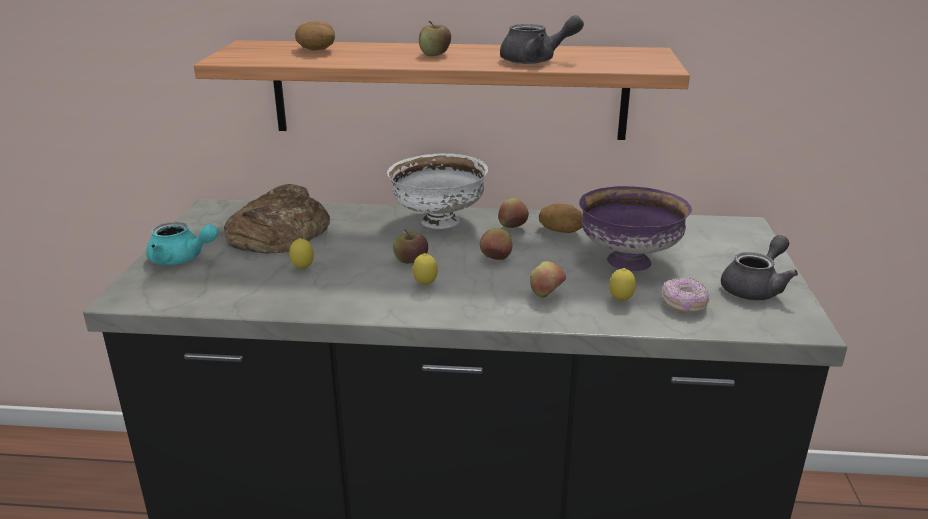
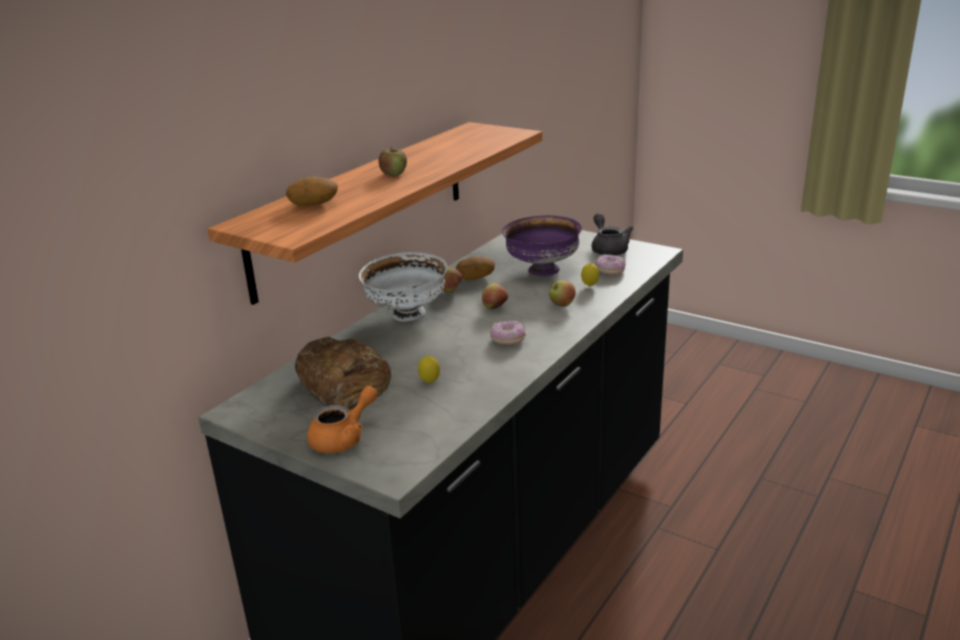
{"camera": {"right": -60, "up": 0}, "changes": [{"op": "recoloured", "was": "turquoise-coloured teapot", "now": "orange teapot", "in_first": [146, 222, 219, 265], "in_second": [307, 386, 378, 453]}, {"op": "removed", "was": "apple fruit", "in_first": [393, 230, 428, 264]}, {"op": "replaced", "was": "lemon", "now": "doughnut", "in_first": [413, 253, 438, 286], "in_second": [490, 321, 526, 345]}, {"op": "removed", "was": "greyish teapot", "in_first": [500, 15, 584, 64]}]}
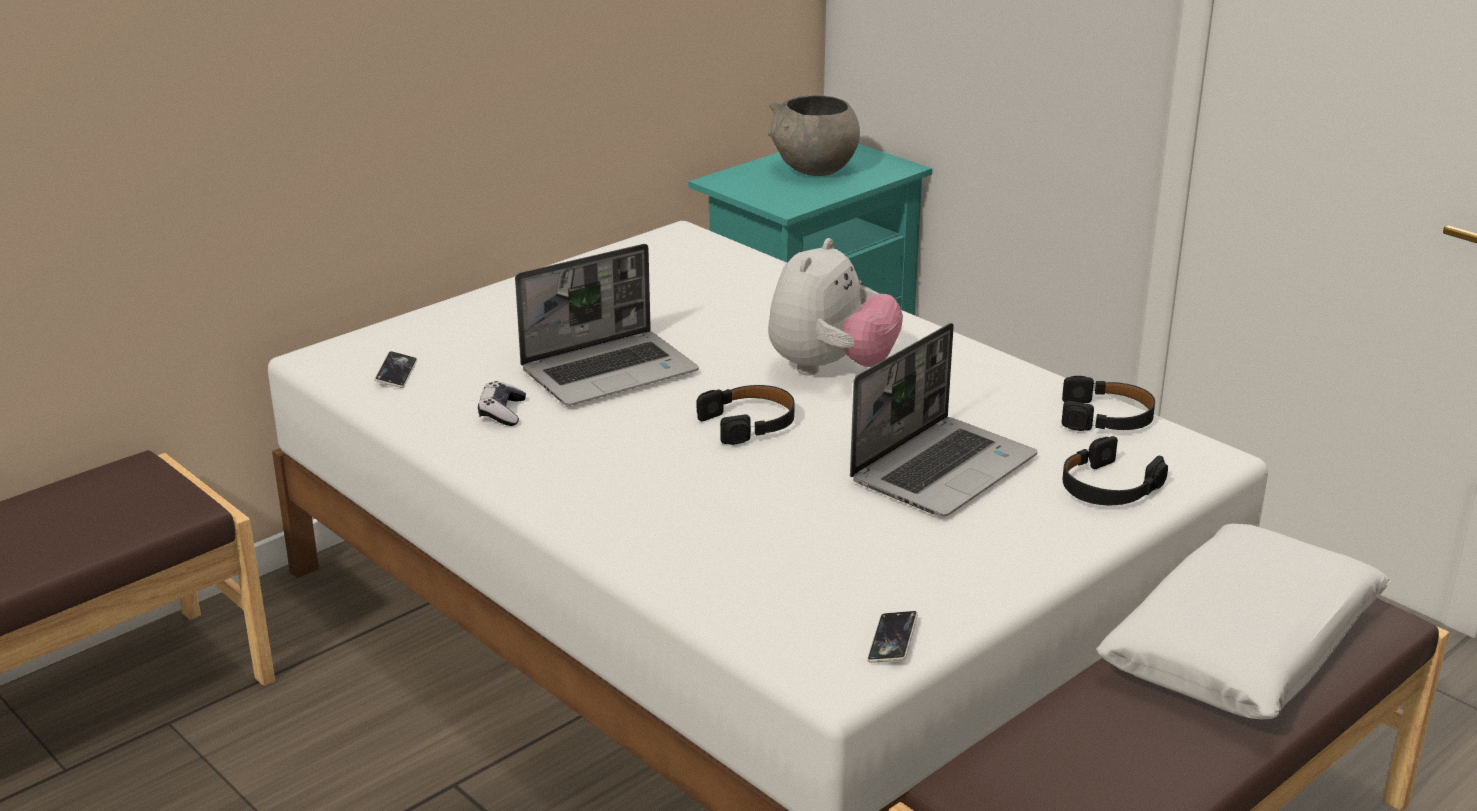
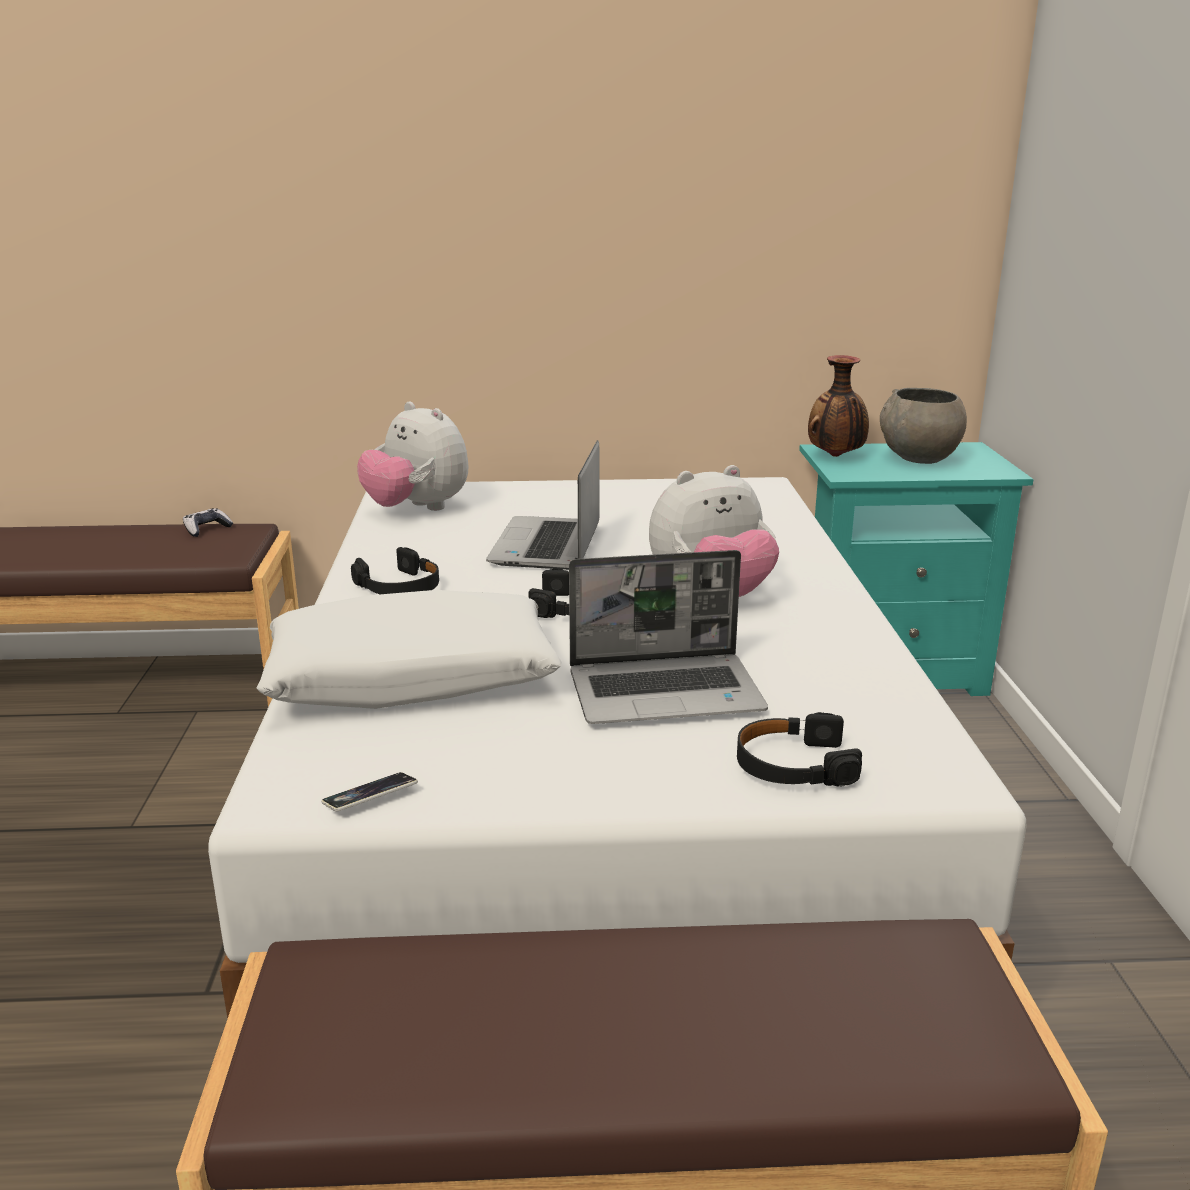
{"camera": {"right": 40, "up": -5}, "changes": [{"op": "replaced", "was": "phone", "now": "soft toy", "in_first": [375, 351, 417, 388], "in_second": [357, 401, 468, 511]}, {"op": "moved", "was": "game controller", "in_first": [478, 381, 526, 426], "in_second": [183, 508, 233, 537]}, {"op": "turned", "was": "portable computer", "in_first": [515, 244, 699, 406], "in_second": [486, 440, 599, 570], "clockwise": 90}, {"op": "moved", "was": "blackish headphones", "in_first": [1062, 376, 1155, 431], "in_second": [351, 547, 439, 594]}, {"op": "moved", "was": "white-coloured pillow", "in_first": [1096, 524, 1391, 719], "in_second": [256, 590, 562, 709]}, {"op": "added", "now": "decorative vase", "in_second": [808, 355, 869, 457]}]}
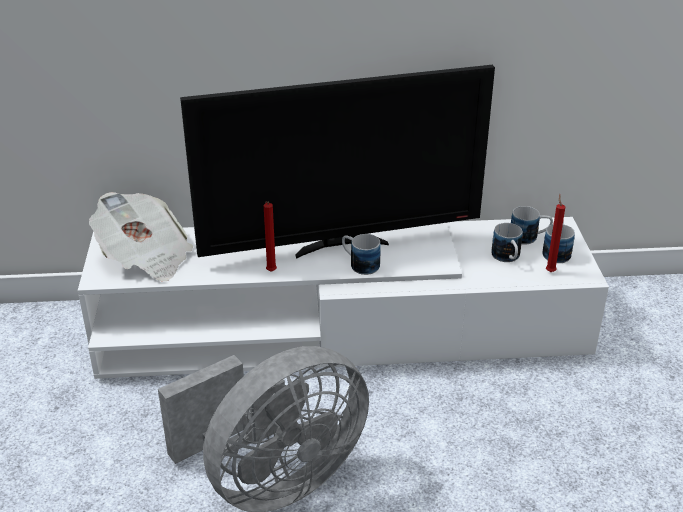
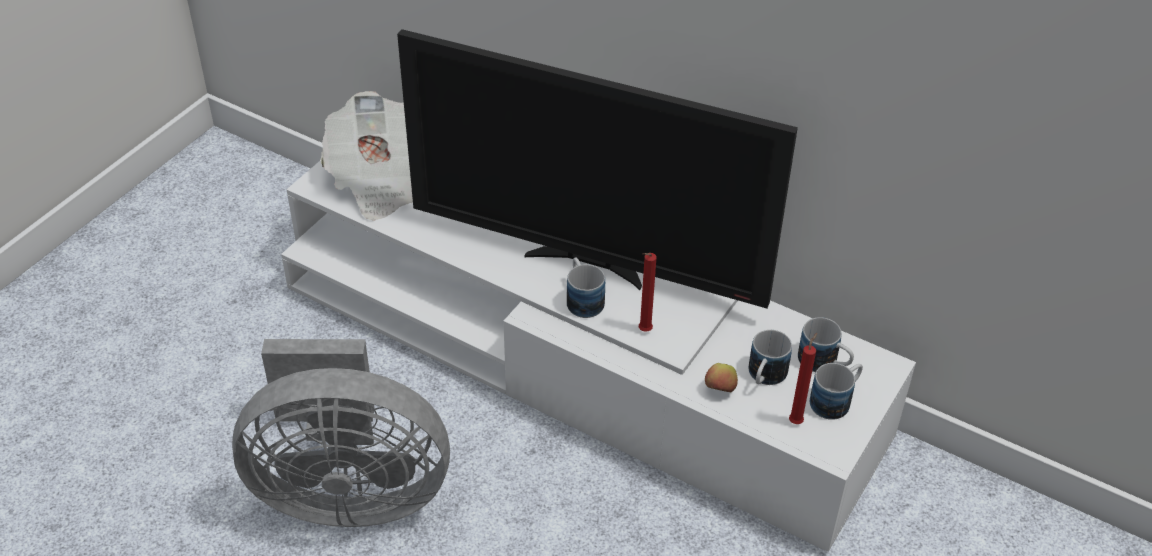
{"camera": {"right": 35, "up": 10}, "changes": [{"op": "moved", "was": "red wax candle", "in_first": [264, 202, 277, 272], "in_second": [639, 253, 657, 332]}, {"op": "added", "now": "apple fruit", "in_second": [705, 363, 738, 392]}]}
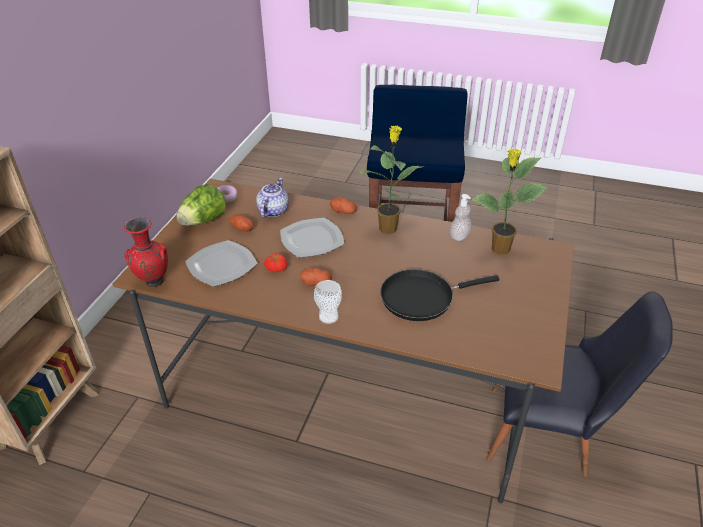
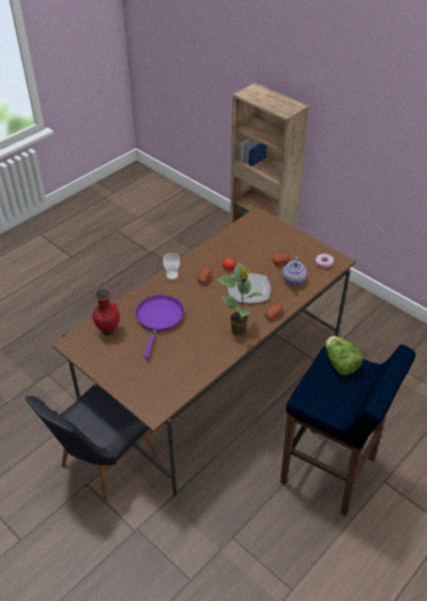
{"camera": {"right": 115, "up": 5}, "changes": [{"op": "moved", "was": "red decorative vase", "in_first": [124, 217, 168, 287], "in_second": [92, 288, 120, 336]}, {"op": "moved", "was": "lettuce", "in_first": [176, 184, 226, 226], "in_second": [325, 336, 363, 375]}, {"op": "removed", "was": "plate", "in_first": [185, 240, 257, 287]}, {"op": "turned", "was": "teapot", "in_first": [256, 178, 289, 218], "in_second": [283, 256, 307, 287], "clockwise": 60}, {"op": "recoloured", "was": "blackish frying pan", "now": "purplish frying pan", "in_first": [380, 269, 499, 321], "in_second": [136, 295, 184, 359]}, {"op": "removed", "was": "soap dispenser", "in_first": [450, 194, 472, 241]}, {"op": "removed", "was": "potted plant", "in_first": [471, 148, 548, 255]}]}
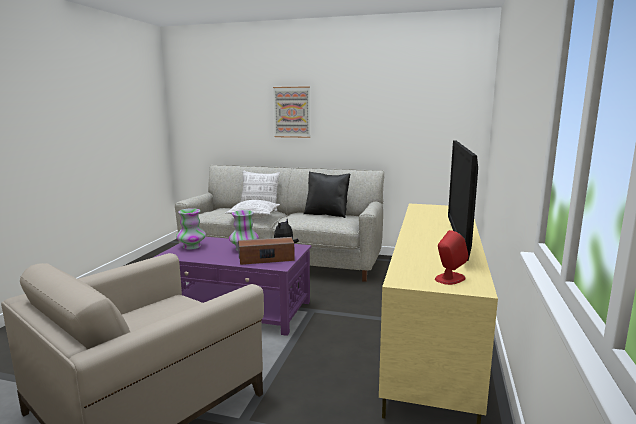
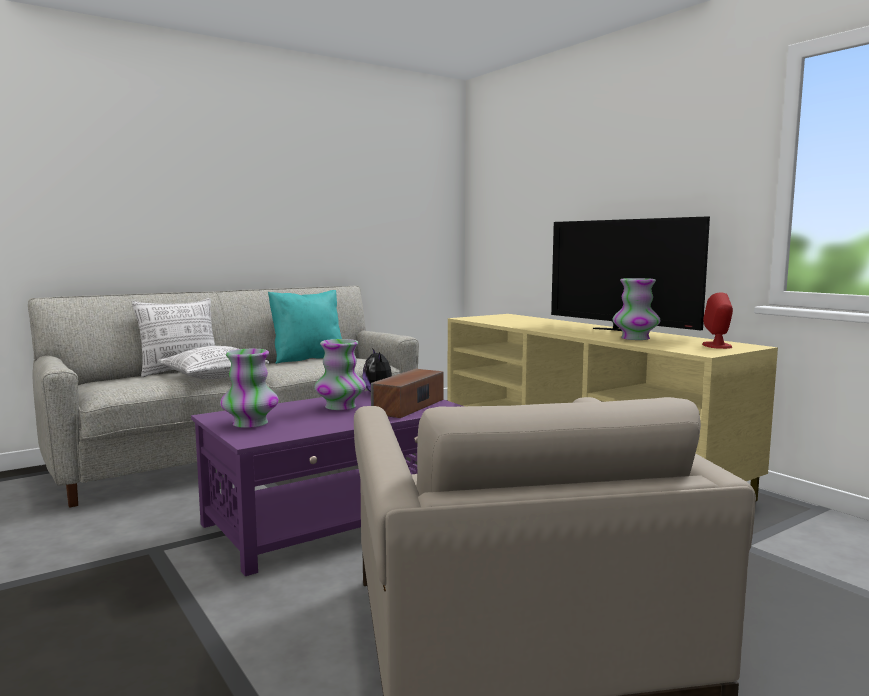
{"camera": {"right": -50, "up": -5}, "changes": [{"op": "removed", "was": "picture", "in_first": [273, 86, 310, 138]}, {"op": "recoloured", "was": "blackish pillow", "now": "turquoise-coloured pillow", "in_first": [304, 171, 350, 218], "in_second": [268, 290, 342, 364]}, {"op": "added", "now": "decorative vase", "in_second": [612, 278, 661, 340]}]}
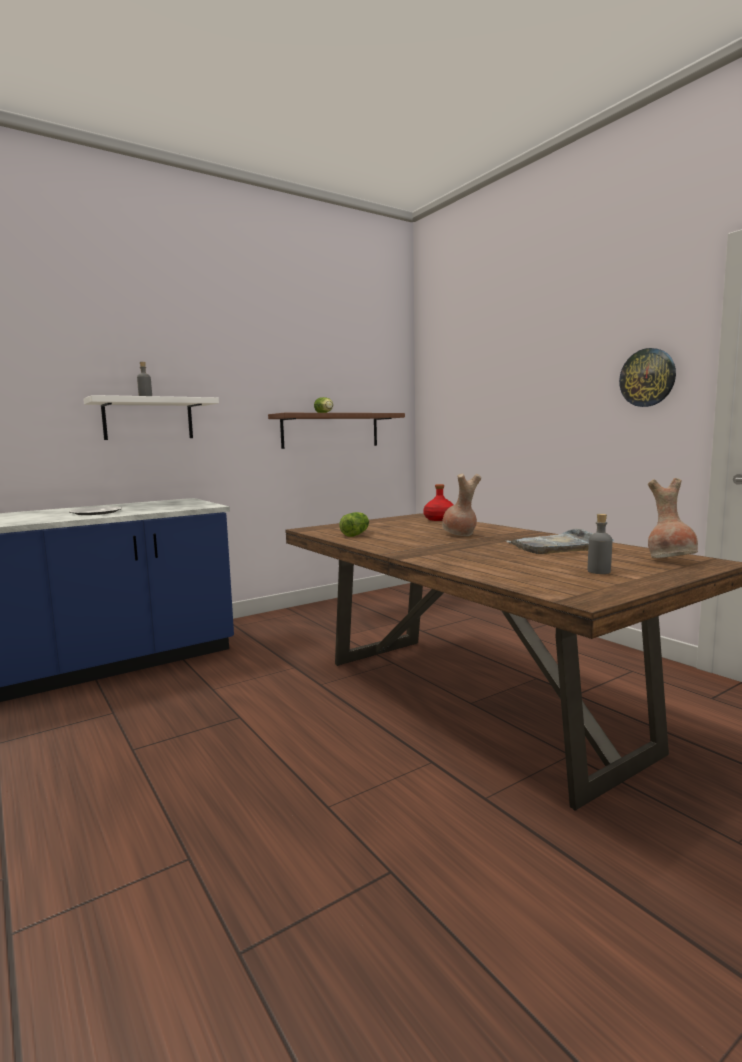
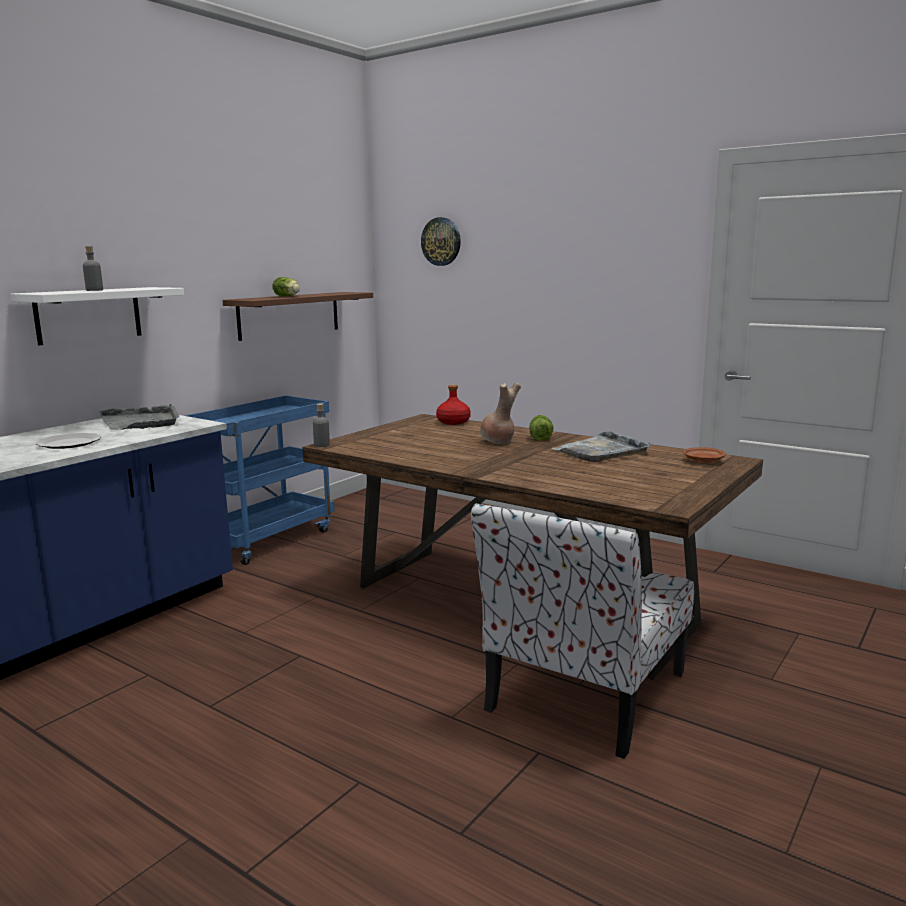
{"camera": {"right": -20, "up": 5}, "changes": [{"op": "moved", "was": "lettuce", "in_first": [339, 512, 369, 537], "in_second": [529, 415, 553, 441]}, {"op": "moved", "was": "greyish beverage bottle", "in_first": [588, 514, 612, 574], "in_second": [313, 404, 330, 447]}, {"op": "moved", "was": "hanging clock", "in_first": [619, 348, 676, 407], "in_second": [421, 217, 461, 266]}, {"op": "replaced", "was": "brown-coloured decorative vase", "now": "brown-coloured plate", "in_first": [648, 478, 698, 558], "in_second": [683, 447, 726, 463]}, {"op": "added", "now": "greyish serving tray", "in_second": [100, 404, 180, 430]}, {"op": "added", "now": "bluish trolley", "in_second": [186, 396, 335, 565]}, {"op": "added", "now": "plain chair", "in_second": [471, 503, 694, 759]}]}
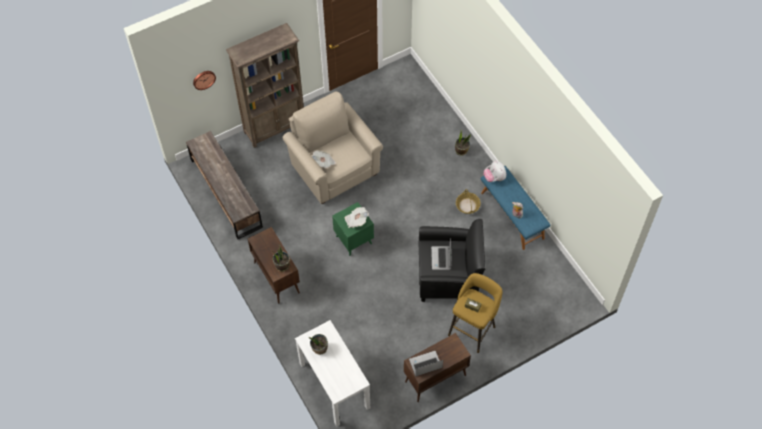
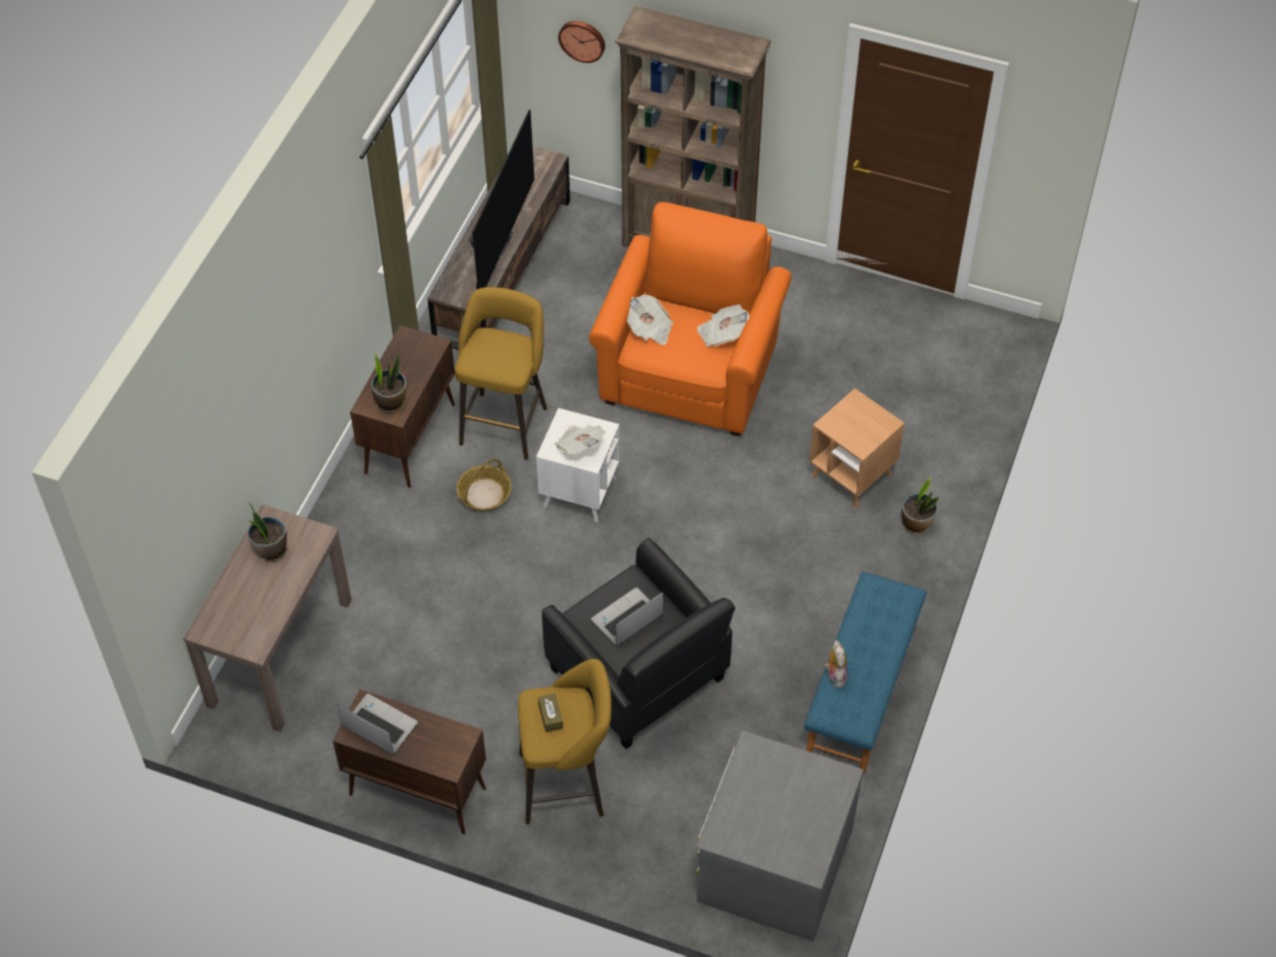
{"camera": {"right": 50, "up": -5}, "changes": [{"op": "recoloured", "was": "beige easy chair", "now": "orange easy chair", "in_first": [283, 91, 383, 204], "in_second": [589, 202, 791, 436]}, {"op": "recoloured", "was": "white-coloured console table", "now": "brown-coloured console table", "in_first": [295, 320, 370, 427], "in_second": [183, 504, 352, 732]}, {"op": "recoloured", "was": "green accent table", "now": "white-coloured accent table", "in_first": [332, 202, 374, 256], "in_second": [536, 408, 620, 522]}, {"op": "moved", "was": "household basket", "in_first": [456, 189, 481, 214], "in_second": [456, 459, 512, 511]}, {"op": "removed", "was": "soft toy", "in_first": [484, 161, 506, 182]}, {"op": "added", "now": "yellow sitting stool", "in_second": [455, 287, 547, 460]}, {"op": "added", "now": "TV set", "in_second": [469, 109, 534, 289]}, {"op": "added", "now": "greyish drawer chest", "in_second": [696, 730, 863, 942]}, {"op": "added", "now": "printed paper", "in_second": [697, 304, 749, 347]}, {"op": "added", "now": "brown-coloured accent table", "in_second": [809, 388, 905, 509]}]}
